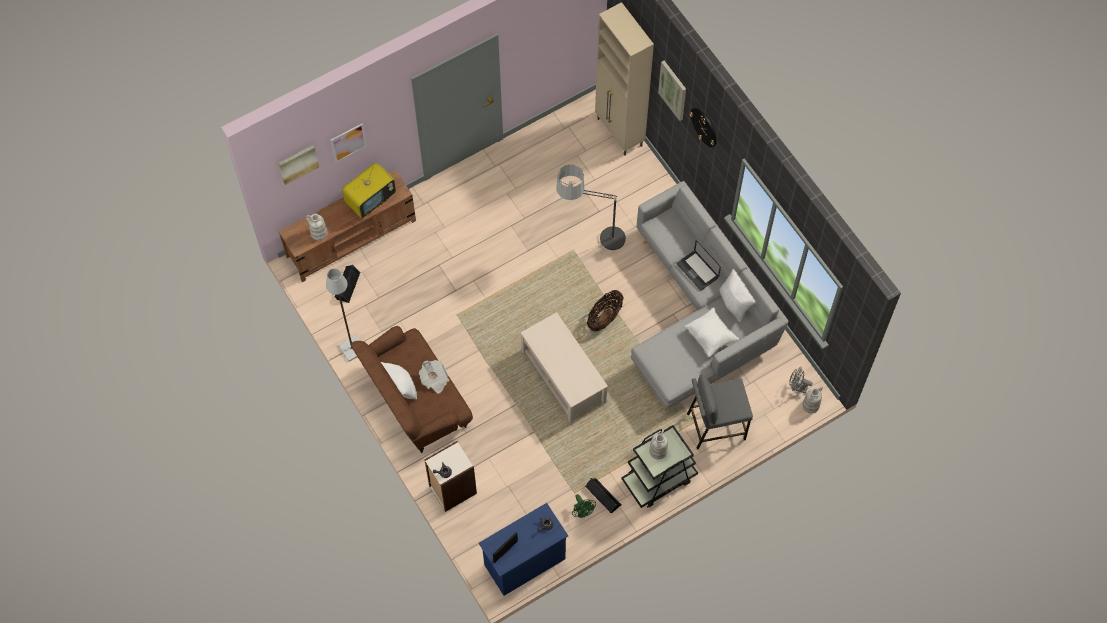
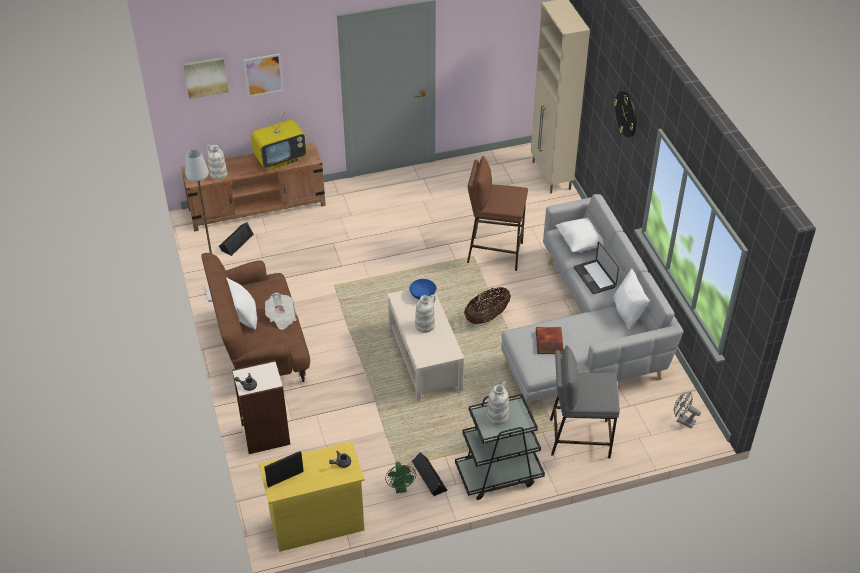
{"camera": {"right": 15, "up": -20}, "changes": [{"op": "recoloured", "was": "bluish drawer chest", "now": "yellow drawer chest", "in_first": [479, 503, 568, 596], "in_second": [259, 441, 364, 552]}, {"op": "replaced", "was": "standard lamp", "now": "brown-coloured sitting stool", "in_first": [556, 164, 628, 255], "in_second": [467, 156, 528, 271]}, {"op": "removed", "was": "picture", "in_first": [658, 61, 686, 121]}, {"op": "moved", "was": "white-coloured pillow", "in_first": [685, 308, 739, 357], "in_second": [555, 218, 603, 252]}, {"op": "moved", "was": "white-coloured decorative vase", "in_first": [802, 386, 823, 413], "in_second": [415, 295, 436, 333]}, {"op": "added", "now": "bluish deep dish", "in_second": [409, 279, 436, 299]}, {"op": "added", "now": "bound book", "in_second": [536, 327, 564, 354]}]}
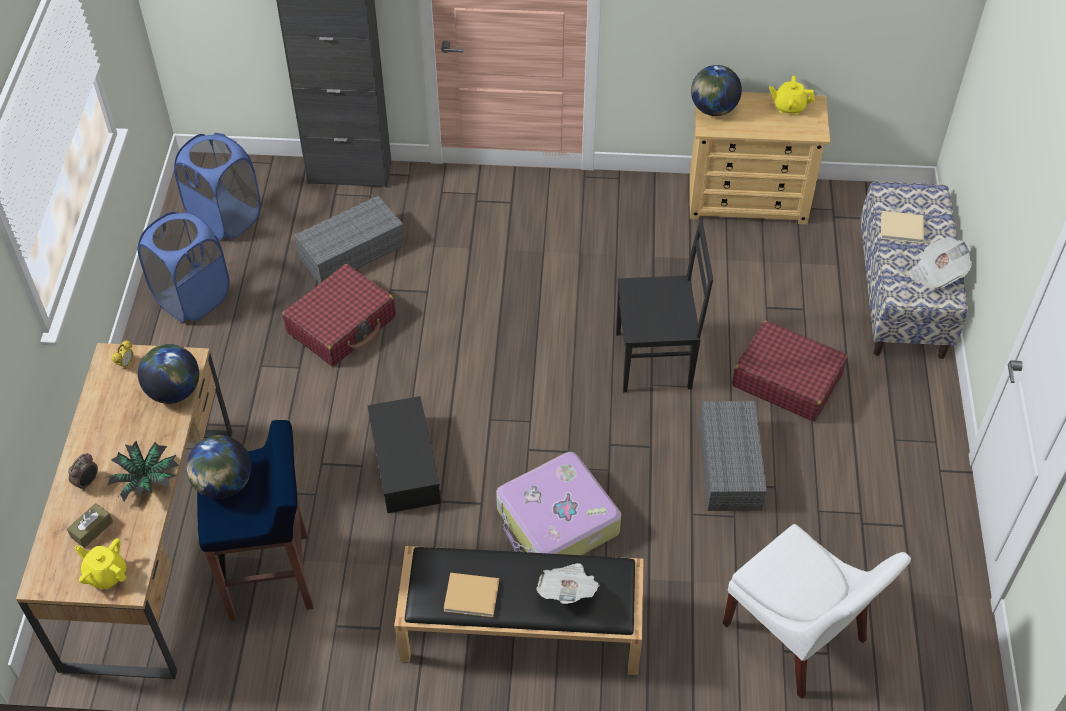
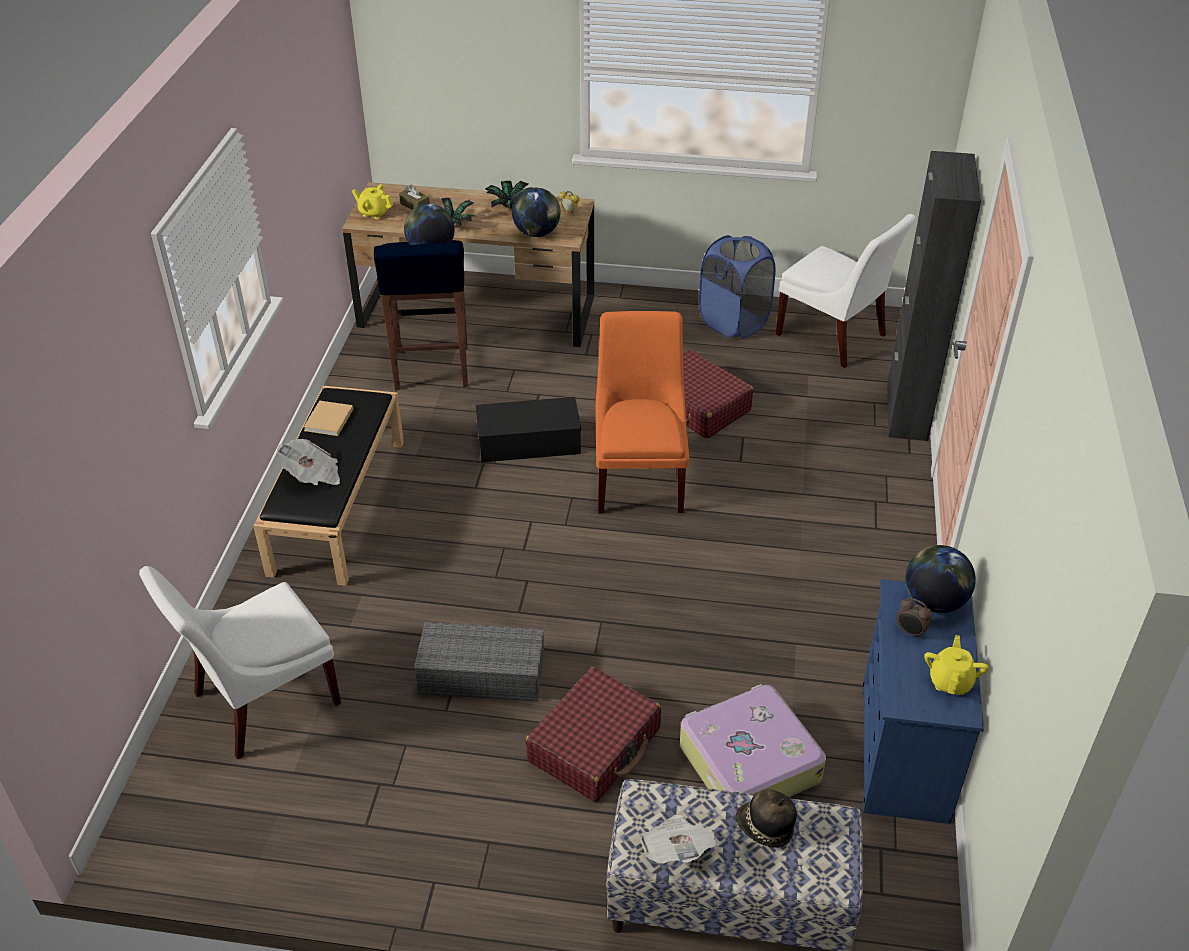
{"camera": {"right": 95, "up": -10}, "changes": [{"op": "moved", "was": "bedside clock", "in_first": [68, 453, 98, 491], "in_second": [896, 598, 932, 639]}, {"op": "turned", "was": "yellow teapot", "in_first": [75, 538, 127, 589], "in_second": [352, 184, 393, 219], "clockwise": -105}, {"op": "replaced", "was": "bluish washing basket", "now": "white-coloured plain chair", "in_first": [174, 133, 261, 240], "in_second": [776, 214, 916, 368]}, {"op": "removed", "was": "greyish storage box", "in_first": [294, 195, 404, 283]}, {"op": "moved", "was": "suitcase", "in_first": [496, 452, 621, 555], "in_second": [680, 684, 826, 798]}, {"op": "removed", "was": "blackish plain chair", "in_first": [616, 219, 713, 392]}, {"op": "recoloured", "was": "beige drawer chest", "now": "bluish drawer chest", "in_first": [689, 92, 830, 224], "in_second": [863, 579, 984, 824]}, {"op": "replaced", "was": "beige bound book", "now": "hat", "in_first": [881, 211, 924, 243], "in_second": [736, 789, 797, 848]}, {"op": "added", "now": "potted plant", "in_second": [485, 181, 532, 209]}, {"op": "added", "now": "orange plain chair", "in_second": [596, 311, 689, 513]}]}
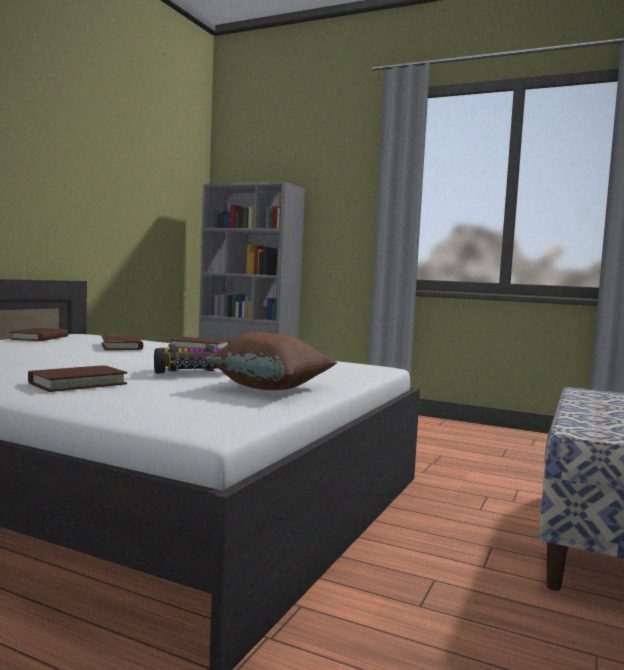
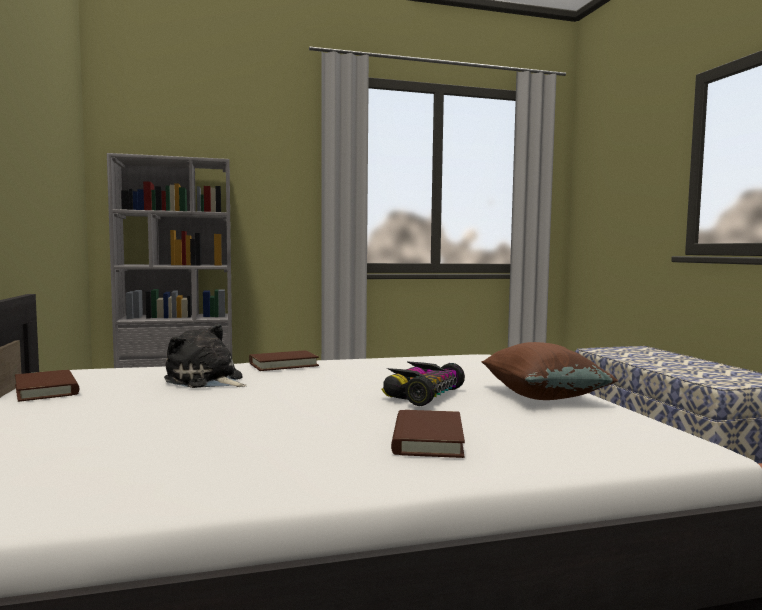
{"camera": {"right": -40, "up": 0}, "changes": [{"op": "replaced", "was": "brown-coloured bound book", "now": "soft toy", "in_first": [101, 336, 143, 350], "in_second": [164, 324, 247, 388]}]}
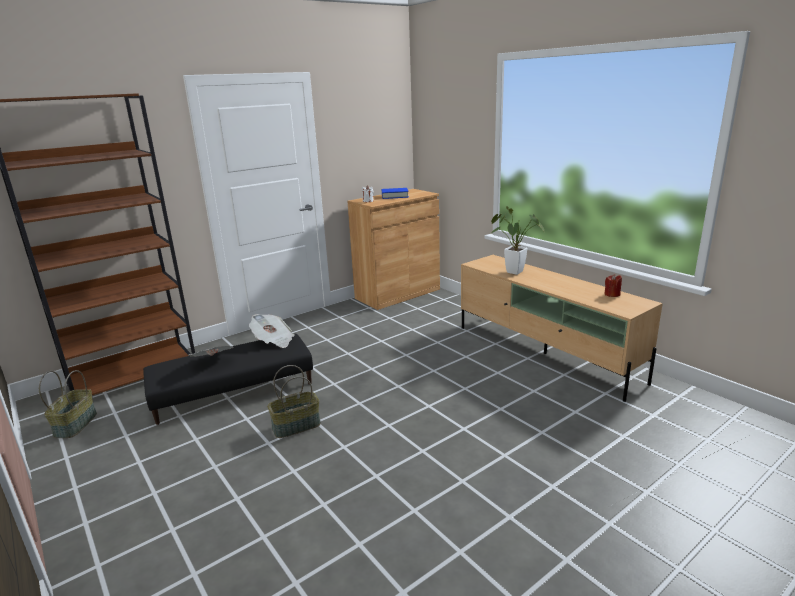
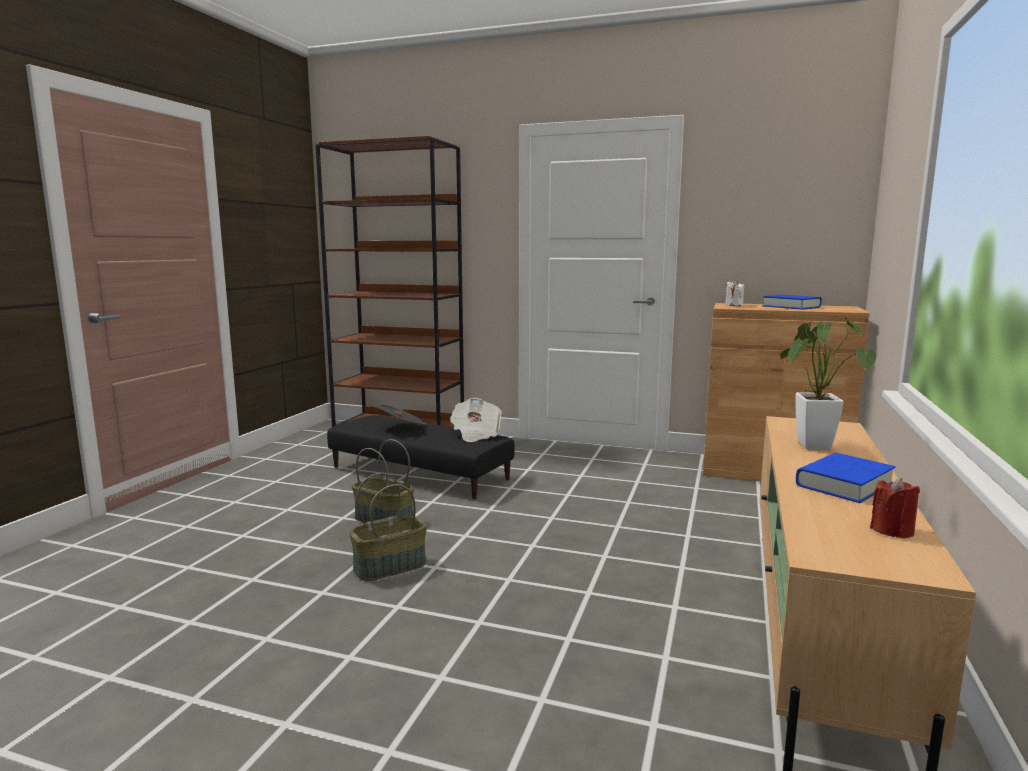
{"camera": {"right": 55, "up": -10}, "changes": [{"op": "moved", "was": "household basket", "in_first": [39, 370, 97, 438], "in_second": [349, 473, 427, 581]}, {"op": "added", "now": "bluish bound book", "in_second": [796, 453, 895, 503]}]}
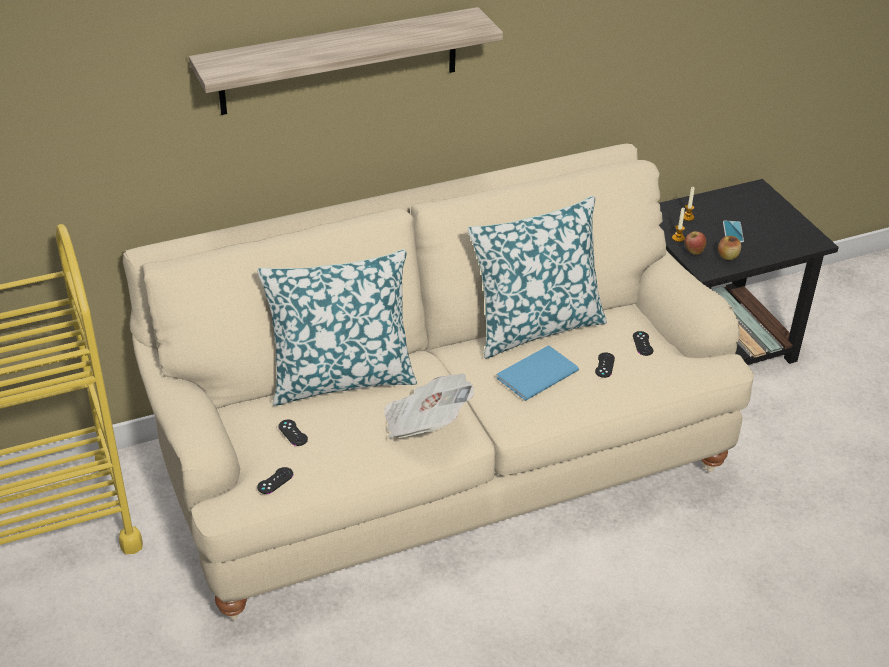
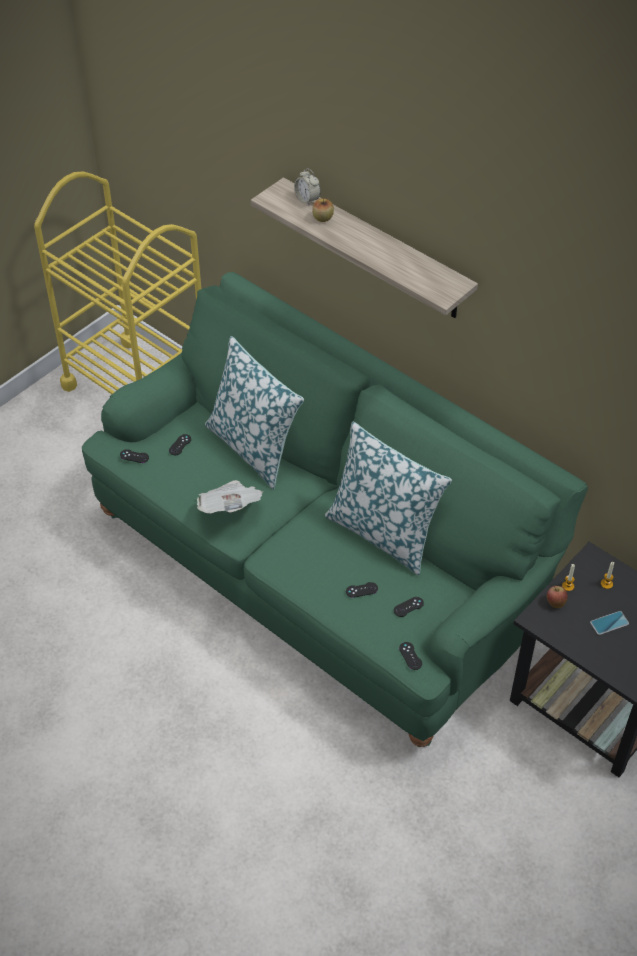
{"camera": {"right": 65, "up": 10}, "changes": [{"op": "recoloured", "was": "beige couch", "now": "green couch", "in_first": [123, 143, 754, 620], "in_second": [82, 272, 588, 747]}, {"op": "removed", "was": "bluish bound book", "in_first": [497, 346, 579, 401]}, {"op": "moved", "was": "apple fruit", "in_first": [718, 236, 741, 260], "in_second": [312, 199, 334, 222]}, {"op": "added", "now": "bedside clock", "in_second": [294, 168, 321, 205]}, {"op": "added", "now": "blackish game controller", "in_second": [399, 642, 422, 670]}]}
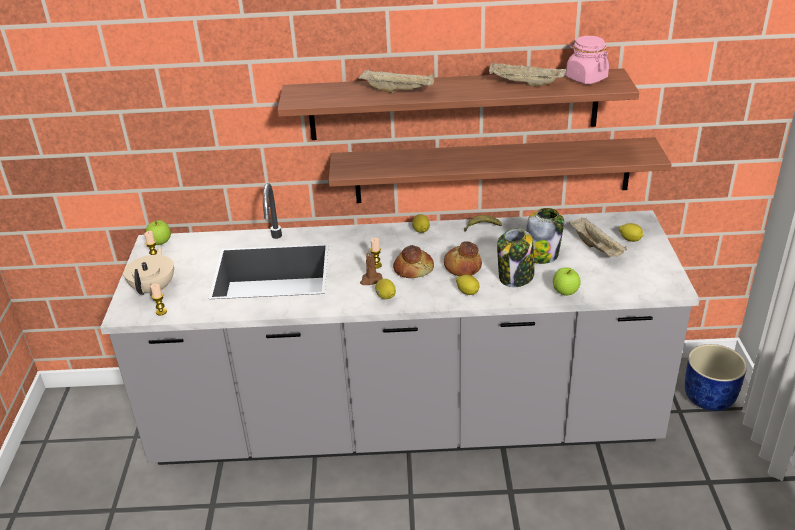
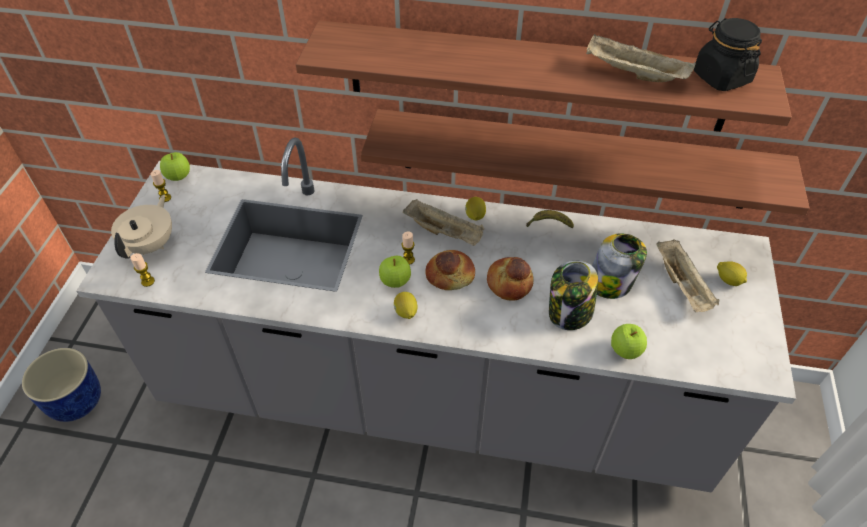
{"camera": {"right": 10, "up": 15}, "changes": [{"op": "moved", "was": "beige serving tray", "in_first": [358, 69, 435, 93], "in_second": [402, 199, 484, 246]}, {"op": "replaced", "was": "brown-coloured wax candle", "now": "apple fruit", "in_first": [360, 248, 383, 285], "in_second": [379, 256, 411, 288]}, {"op": "removed", "was": "lemon", "in_first": [456, 275, 480, 295]}, {"op": "recoloured", "was": "pink jar", "now": "blackish jar", "in_first": [566, 36, 609, 84], "in_second": [694, 18, 762, 91]}, {"op": "moved", "was": "bluish flower pot", "in_first": [685, 344, 747, 411], "in_second": [22, 348, 101, 422]}]}
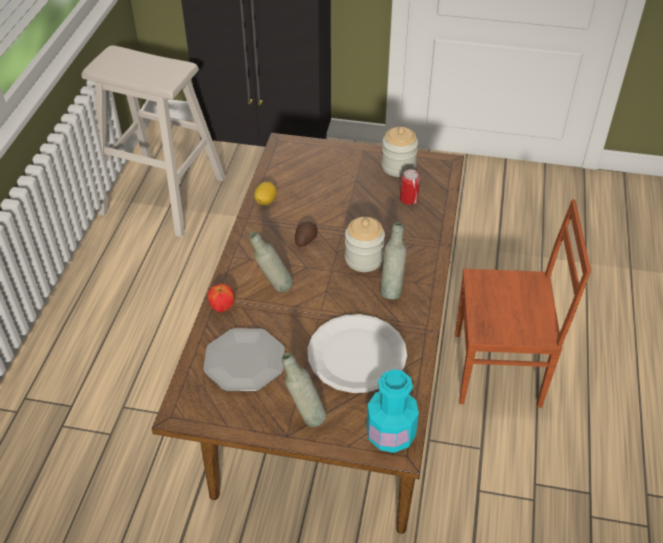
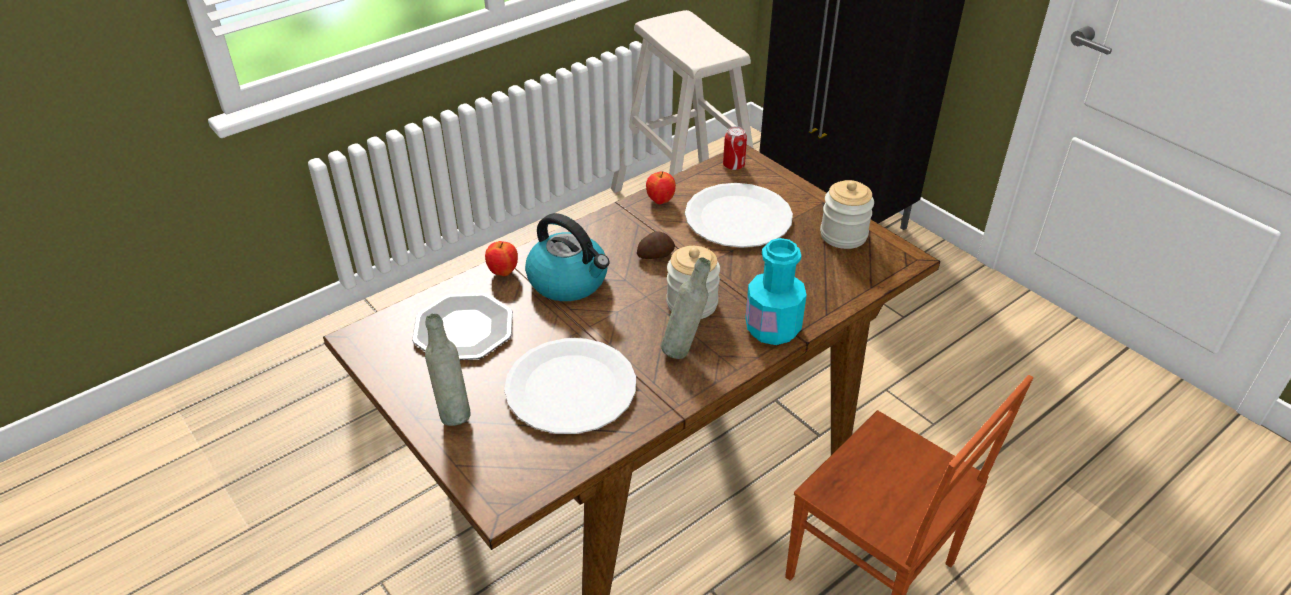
{"camera": {"right": 40, "up": -5}, "changes": [{"op": "replaced", "was": "greyish beverage bottle", "now": "tea kettle", "in_first": [249, 231, 293, 292], "in_second": [525, 213, 610, 301]}, {"op": "replaced", "was": "lemon", "now": "apple fruit", "in_first": [254, 182, 277, 206], "in_second": [646, 171, 676, 204]}, {"op": "moved", "was": "turquoise-coloured beverage bottle", "in_first": [367, 369, 419, 453], "in_second": [745, 238, 807, 345]}, {"op": "moved", "was": "metal can", "in_first": [400, 169, 420, 205], "in_second": [723, 126, 747, 170]}, {"op": "added", "now": "white-coloured plate", "in_second": [685, 183, 793, 248]}]}
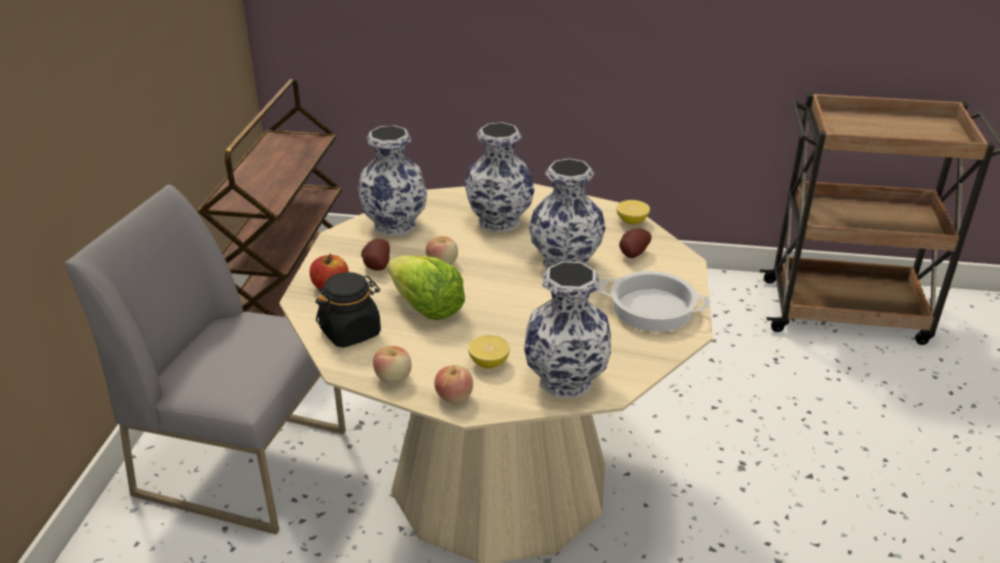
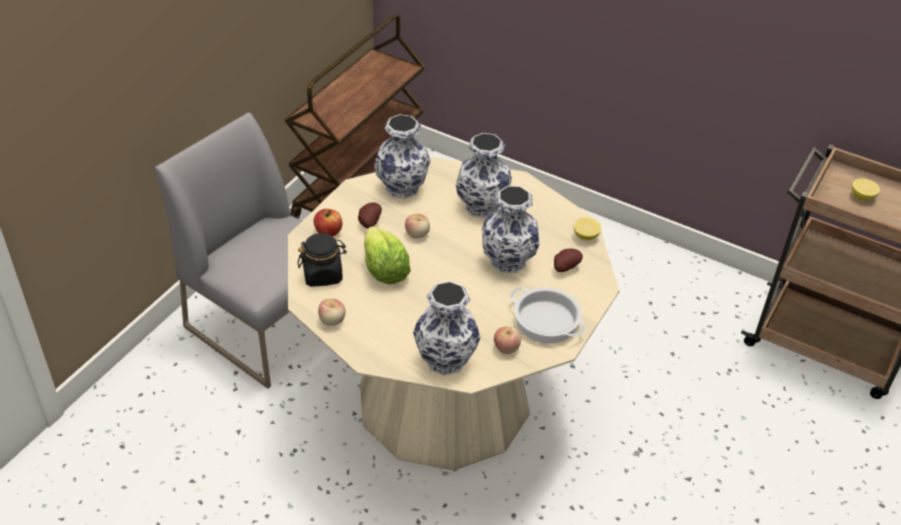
{"camera": {"right": 20, "up": 10}, "changes": [{"op": "moved", "was": "apple fruit", "in_first": [434, 365, 473, 404], "in_second": [494, 326, 521, 354]}, {"op": "moved", "was": "lemon", "in_first": [468, 335, 510, 368], "in_second": [852, 178, 880, 200]}]}
